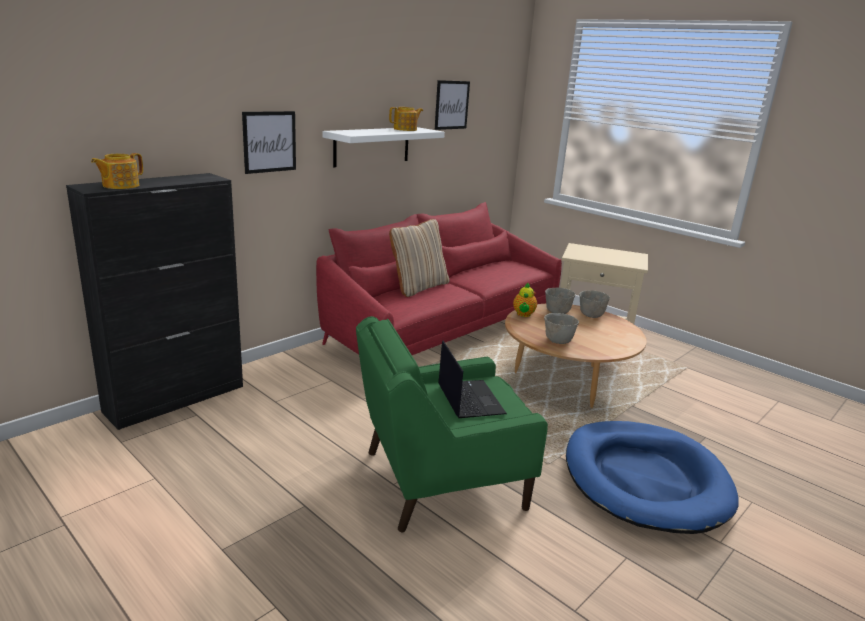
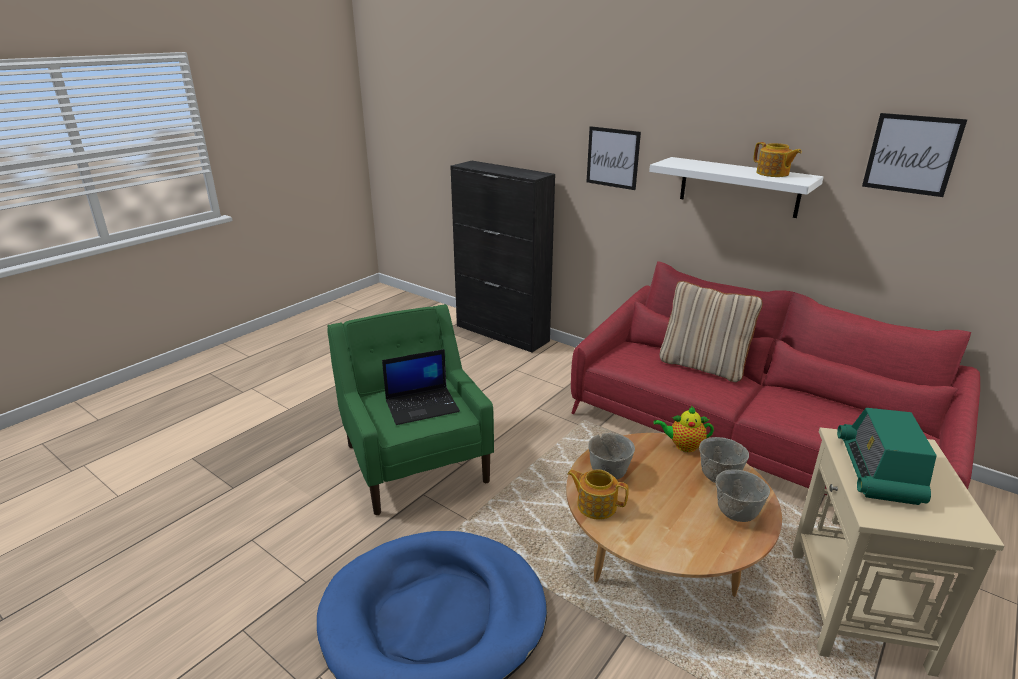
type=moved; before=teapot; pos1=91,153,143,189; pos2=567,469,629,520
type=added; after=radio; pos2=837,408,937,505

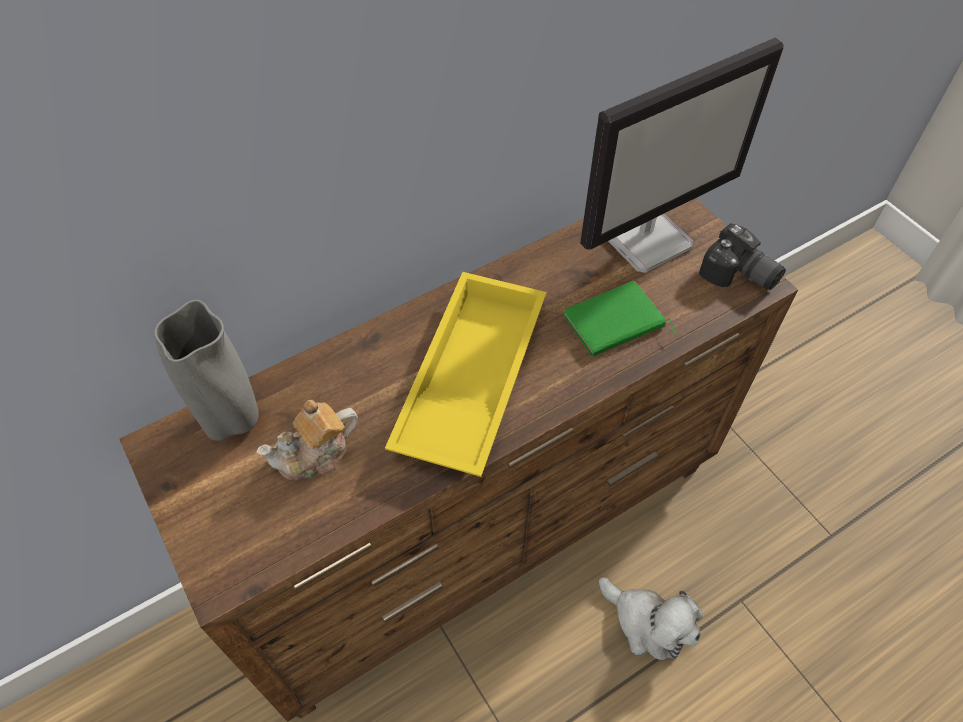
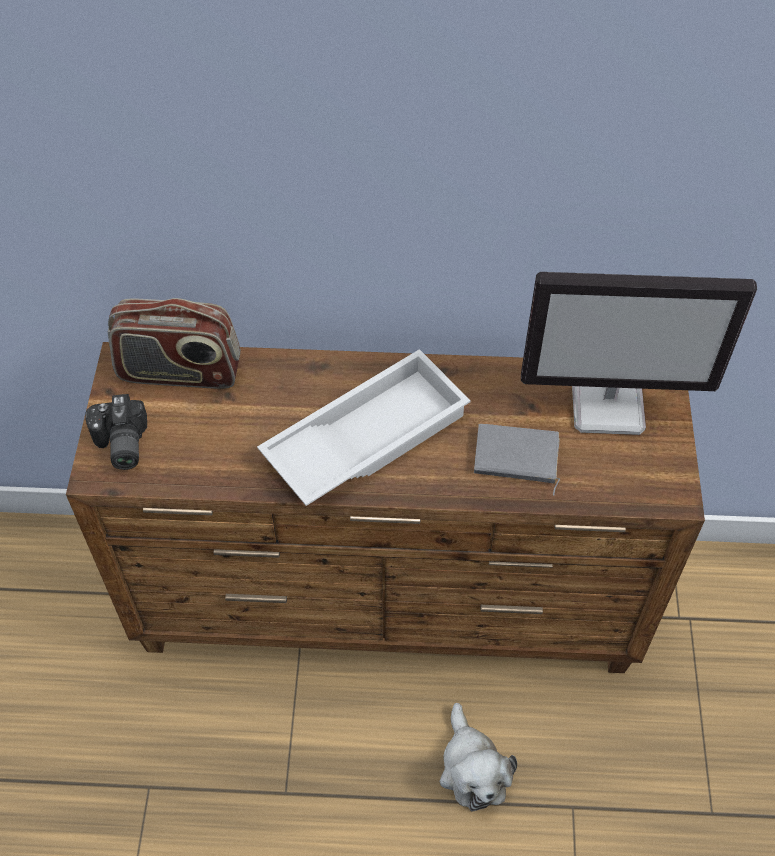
type=moved; before=photo camera; pos1=699,223,786,290; pos2=86,394,147,470
type=replaced; before=vase in grey; after=radio; pos1=154,300,259,441; pos2=108,298,241,389
type=recoloured; before=tray in yellow; after=tray in white; pos1=385,272,546,477; pos2=257,349,471,506
type=recoloured; before=book in green; after=book in grey; pos1=563,281,677,357; pos2=474,424,560,496
type=removed; before=teapot; pos1=256,400,358,480

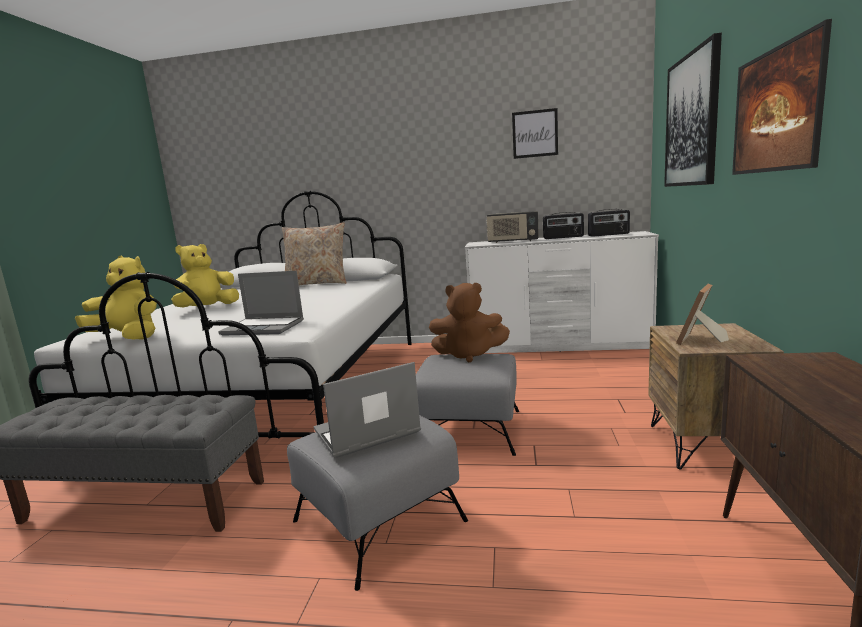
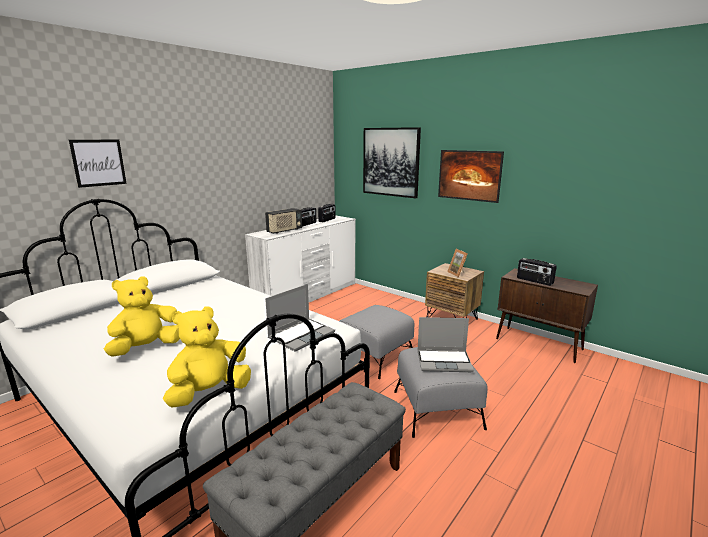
type=moved; before=picture; pos1=512,108,558,159; pos2=69,139,127,188
type=turned; before=plush toy in yellow; pos1=171,244,239,307; pos2=104,276,180,357; turn=60
type=turned; before=laptop; pos1=313,362,421,458; pos2=417,317,474,372; turn=-90
type=added; after=radio; pos2=517,258,557,286
type=removed; before=pillow in beige; pos1=282,222,347,285
type=removed; before=plush toy in brown; pos1=429,283,510,362

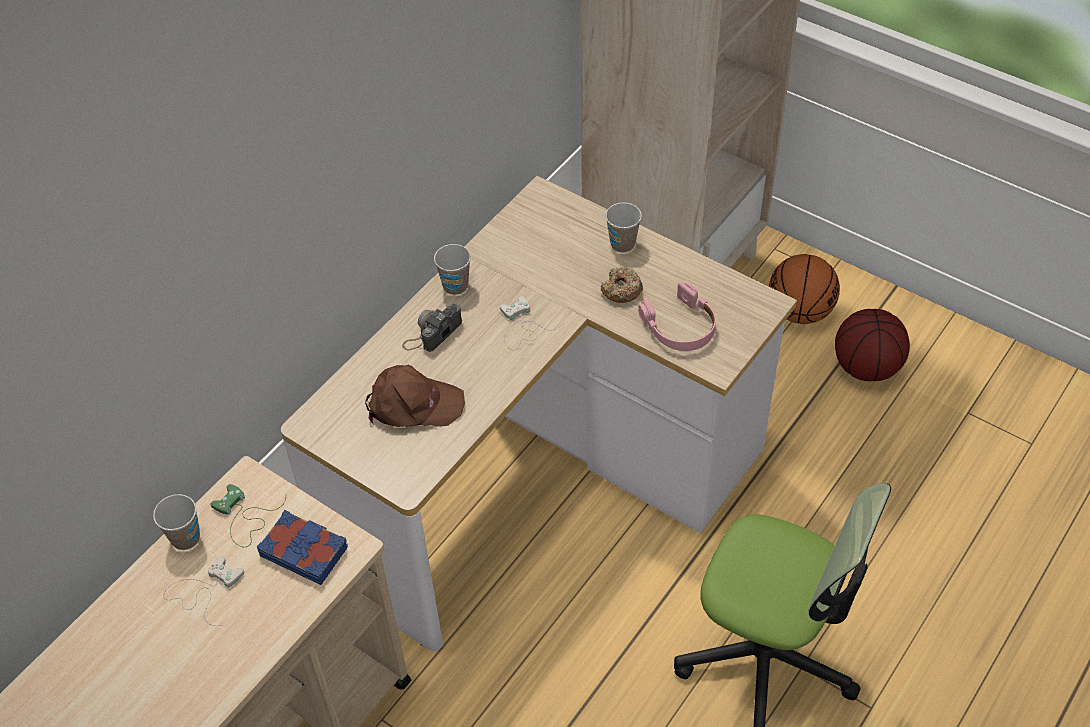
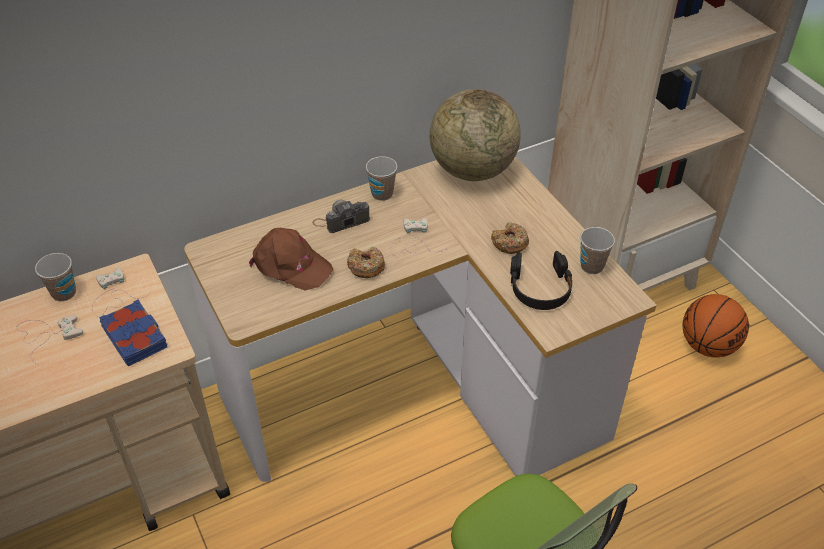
type=recoloured; before=game controller in green; after=game controller in white; pos1=210,484,286,547; pos2=92,268,152,316
type=added; after=donut; pos2=347,247,385,278
type=added; after=globe; pos2=430,89,521,181
type=recoloured; before=headphones in pink; after=headphones in black; pos1=638,282,716,351; pos2=510,251,572,310
type=moved; before=cup; pos1=605,202,642,253; pos2=580,227,615,274
type=removed; before=basketball; pos1=835,309,910,381

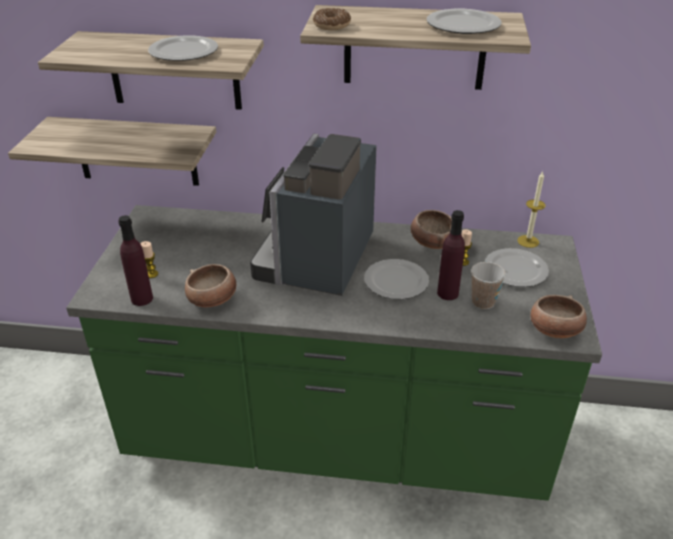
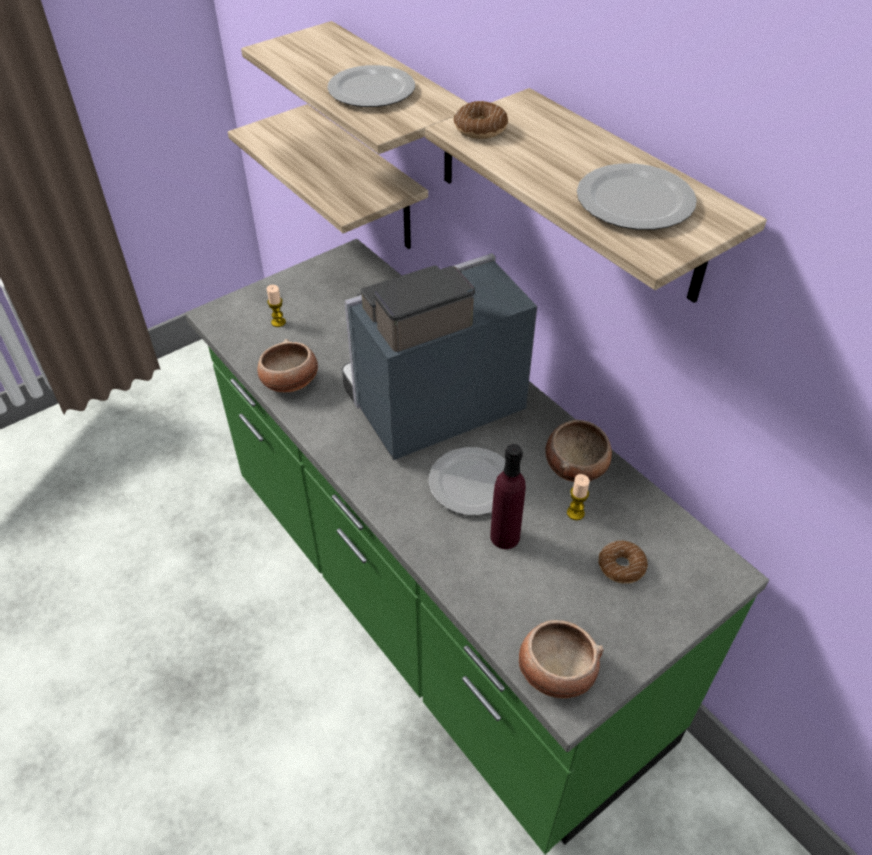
type=replaced; before=plate; after=donut; pos1=485,248,549,287; pos2=598,540,648,584
type=removed; before=bottle in purple; pos1=118,215,153,306
type=removed; before=cup; pos1=471,262,506,309
type=removed; before=candle; pos1=517,171,546,248

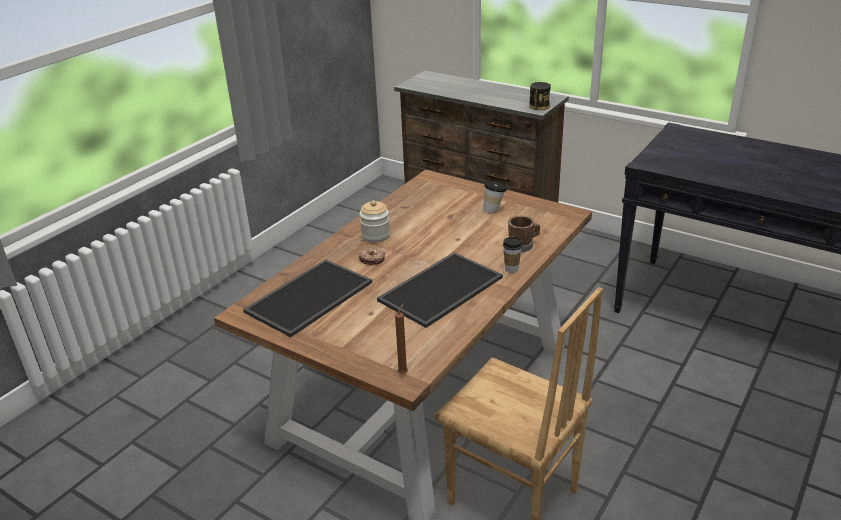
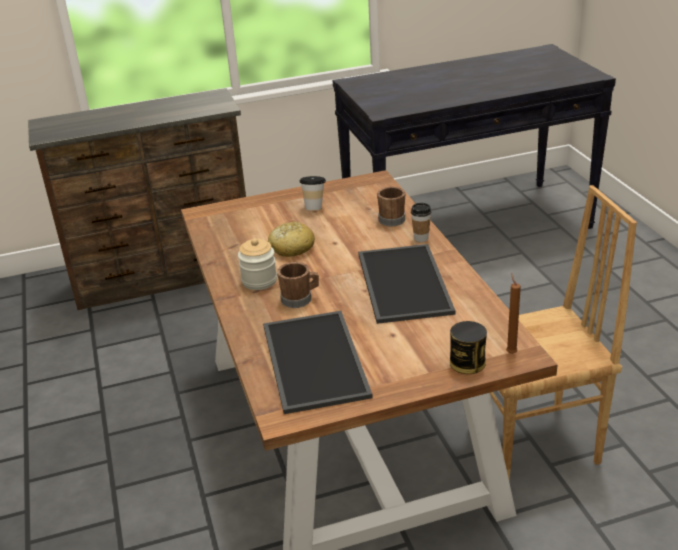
type=added; after=bread; pos2=268,222,315,257
type=replaced; before=donut; after=mug in brown; pos1=358,248,385,265; pos2=277,262,319,308
type=moved; before=can; pos1=530,82,551,110; pos2=450,321,487,374

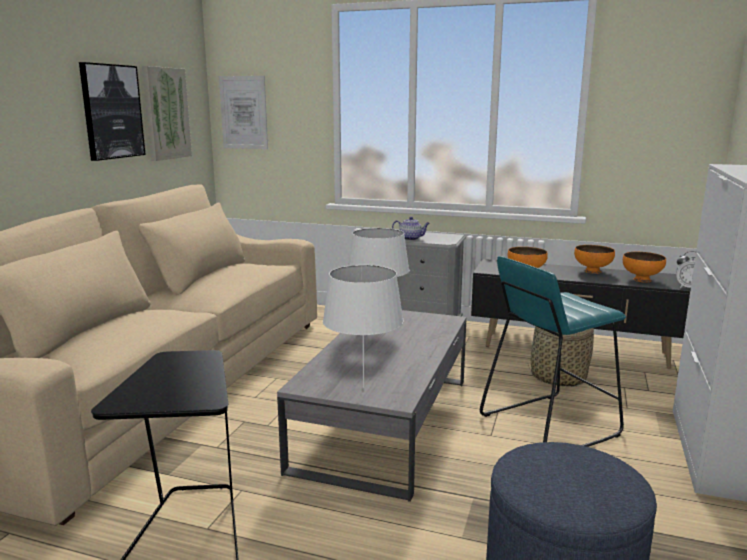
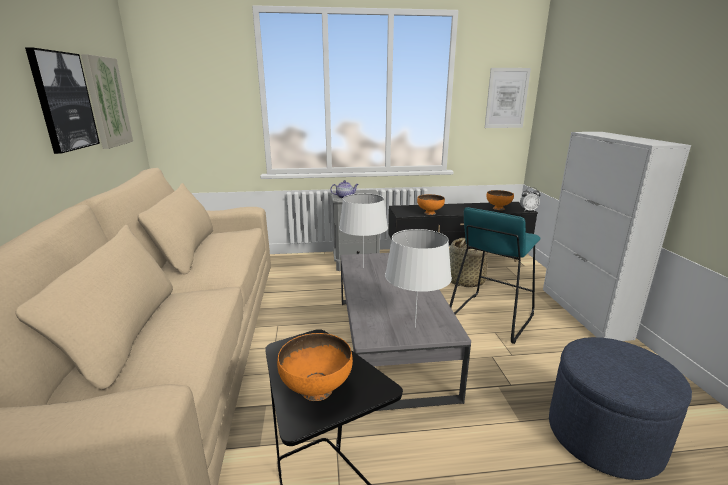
type=moved; before=bowl in orange; pos1=574,245,615,274; pos2=277,333,353,401
type=moved; before=picture; pos1=219,76,268,149; pos2=485,68,531,128

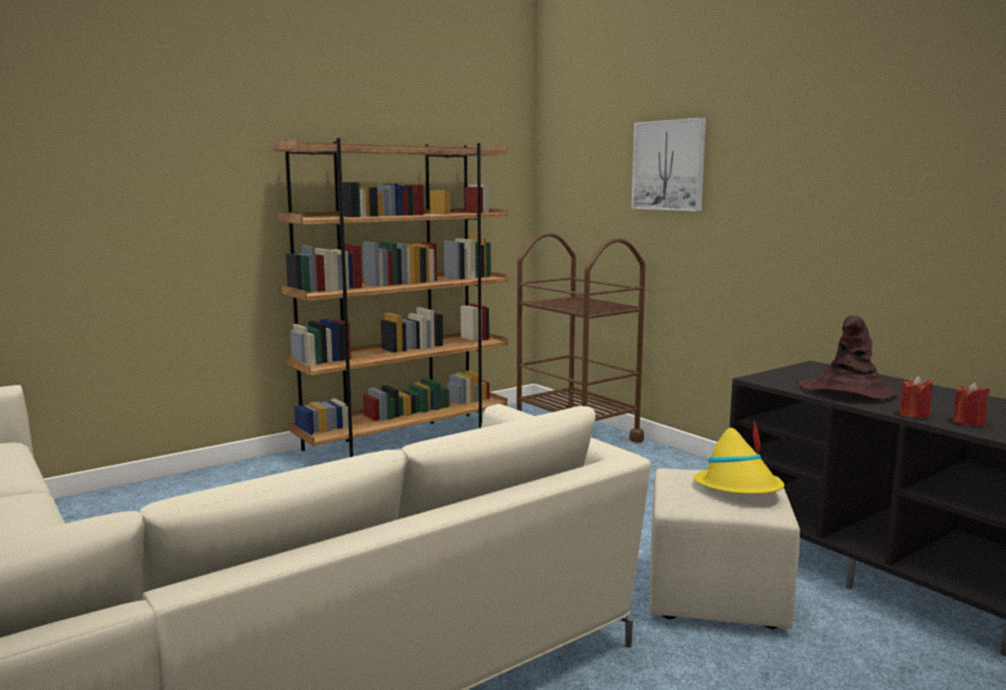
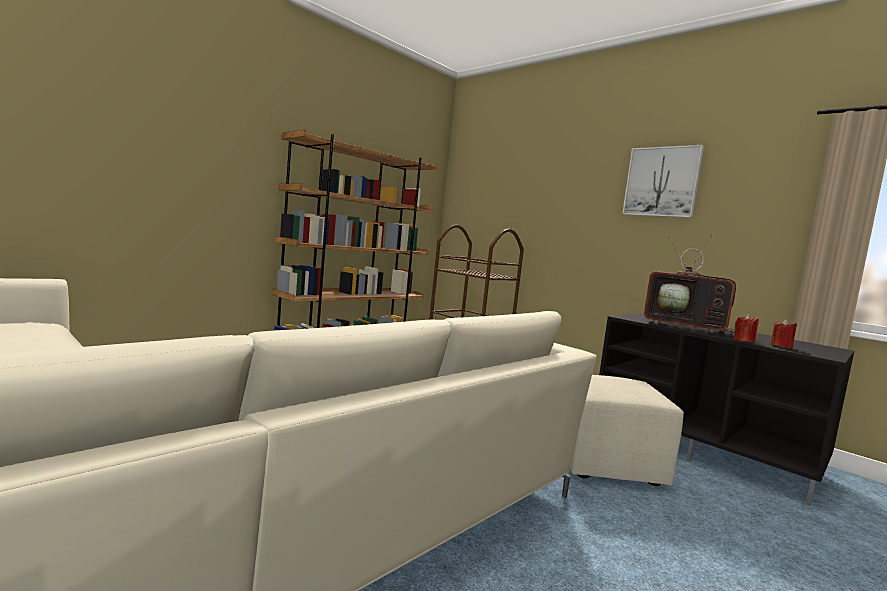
type=moved; before=picture; pos1=631,117,706,211; pos2=622,145,704,218
type=replaced; before=hat in brown; after=television; pos1=799,315,899,399; pos2=644,231,736,334
type=removed; before=hat in yellow; pos1=693,420,784,494

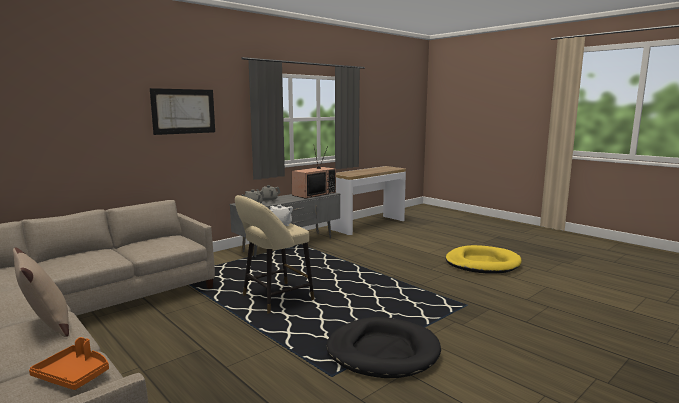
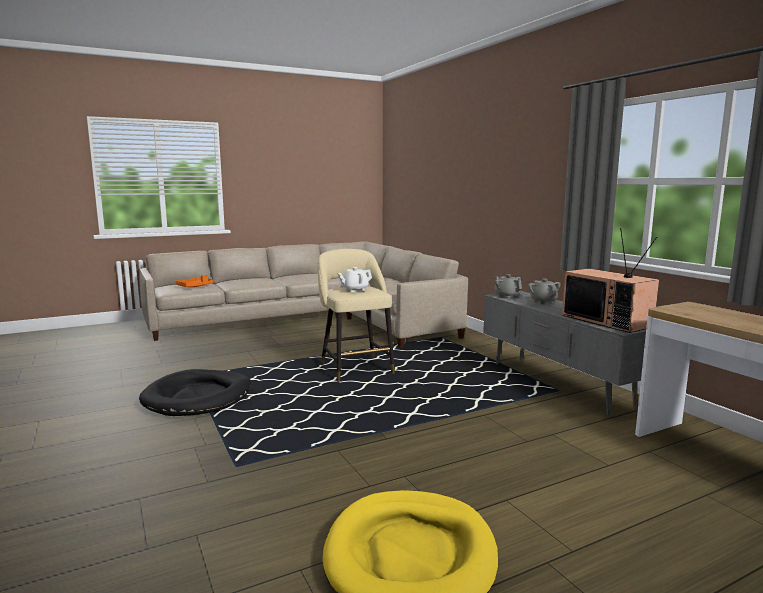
type=removed; before=pillow in beige; pos1=13,247,69,337
type=removed; before=picture; pos1=150,88,215,135

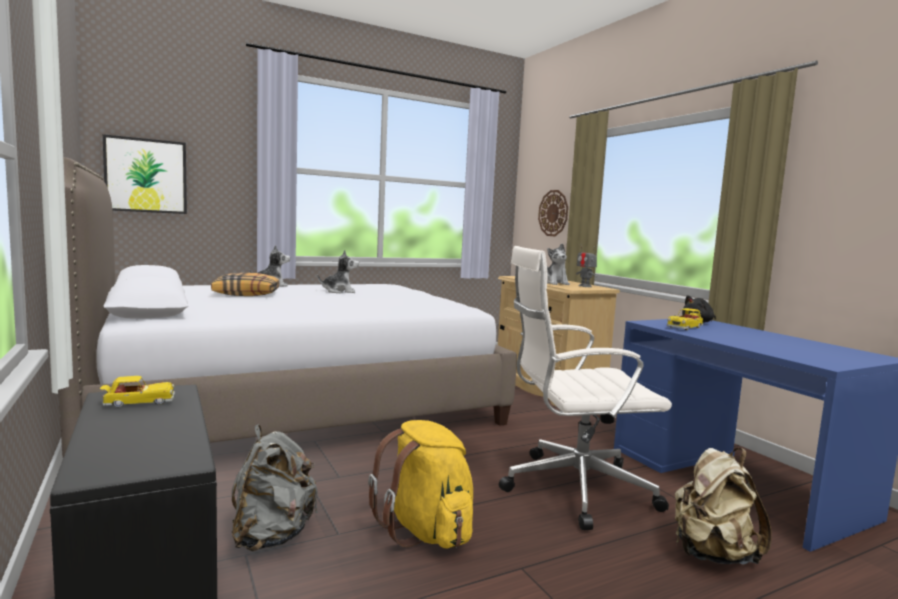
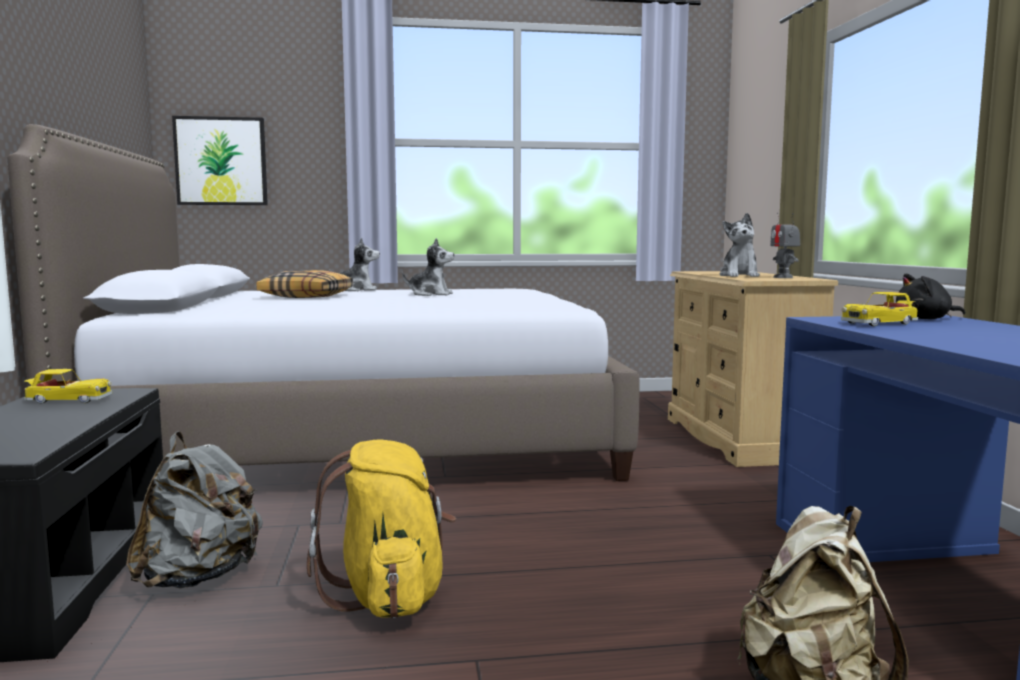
type=removed; before=office chair in white; pos1=499,246,672,530
type=removed; before=wall clock; pos1=538,190,568,236

